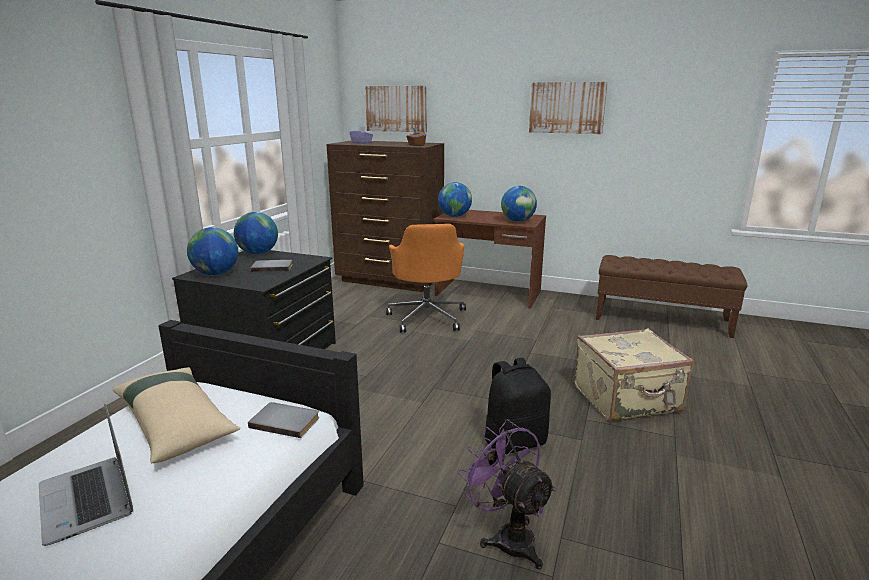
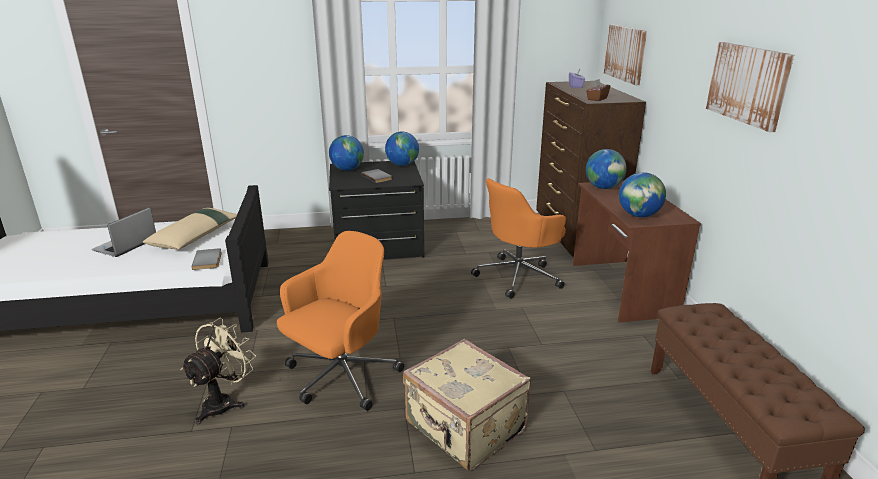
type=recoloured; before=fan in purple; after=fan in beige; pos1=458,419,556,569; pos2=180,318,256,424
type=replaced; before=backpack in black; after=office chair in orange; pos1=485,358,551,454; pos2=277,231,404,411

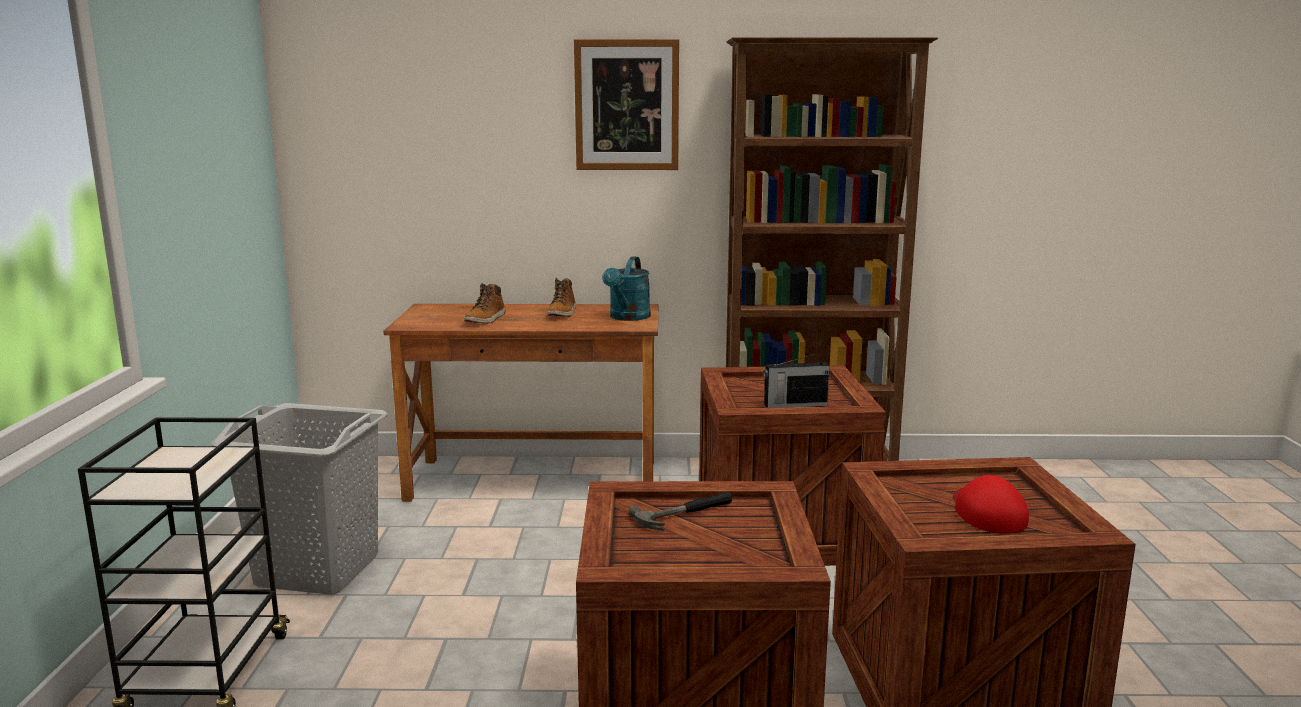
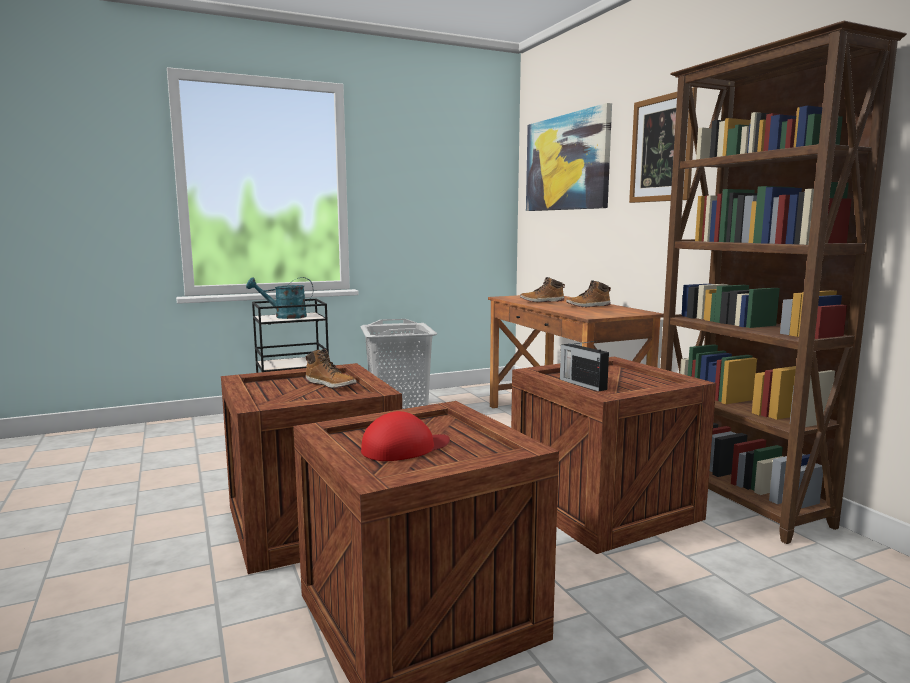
type=moved; before=watering can in turquoise; pos1=602,256,651,321; pos2=246,277,313,319
type=replaced; before=hammer; after=boot; pos1=628,492,732,531; pos2=306,349,357,388
type=added; after=picture; pos2=526,103,612,211

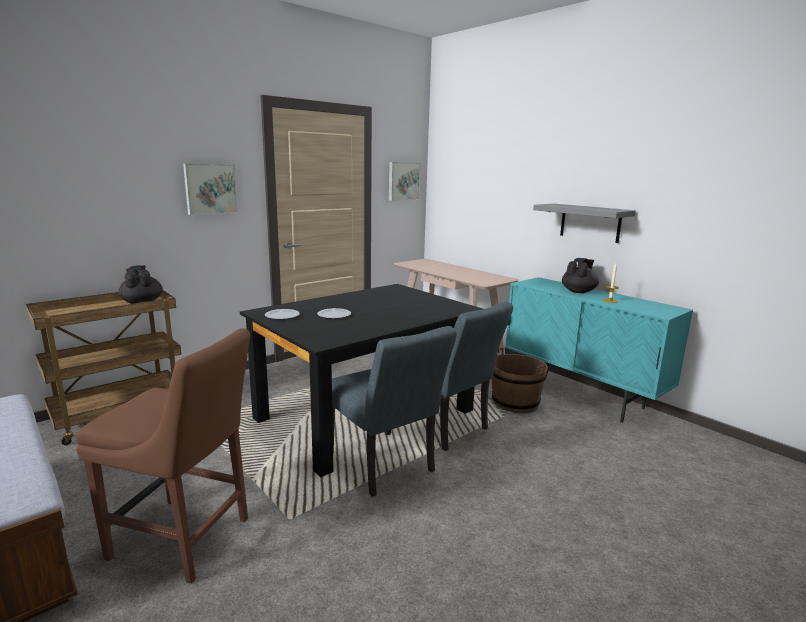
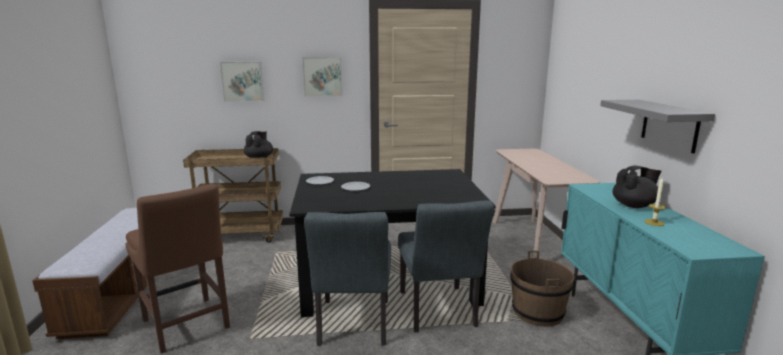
type=moved; before=picture; pos1=389,162,420,201; pos2=220,62,264,102

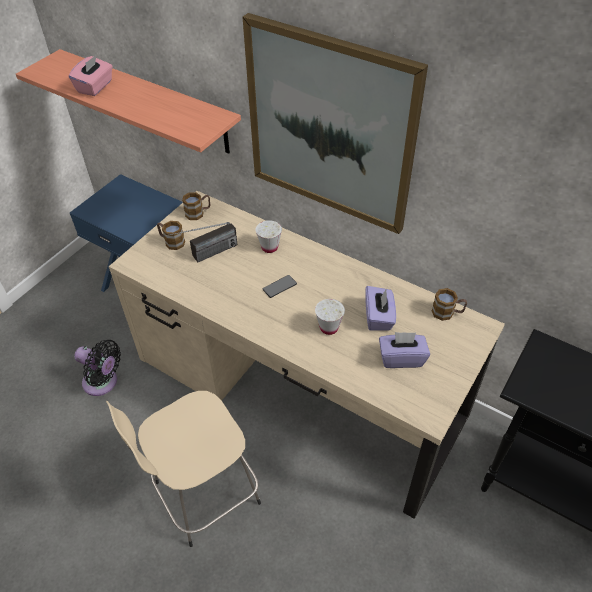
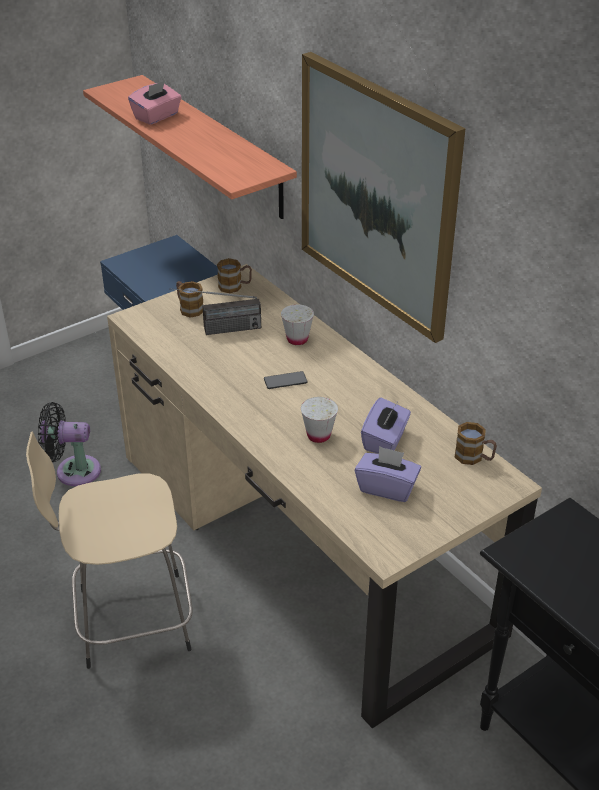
type=turned; before=fan in black; pos1=74,340,121,396; pos2=38,402,101,486; turn=135

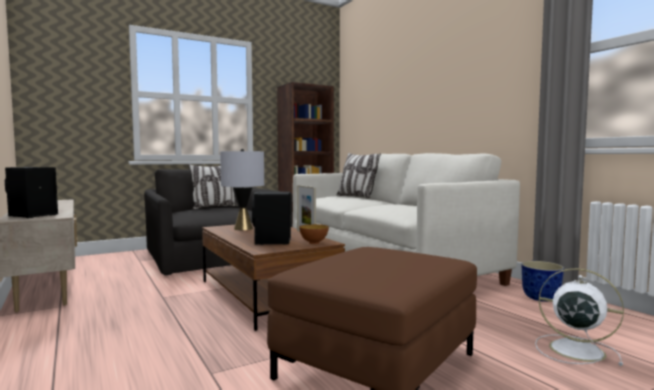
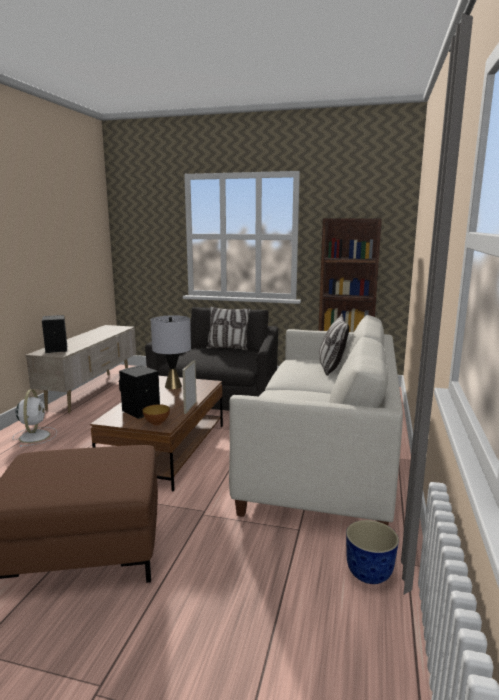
type=moved; before=fan in white; pos1=535,268,624,366; pos2=13,389,57,447

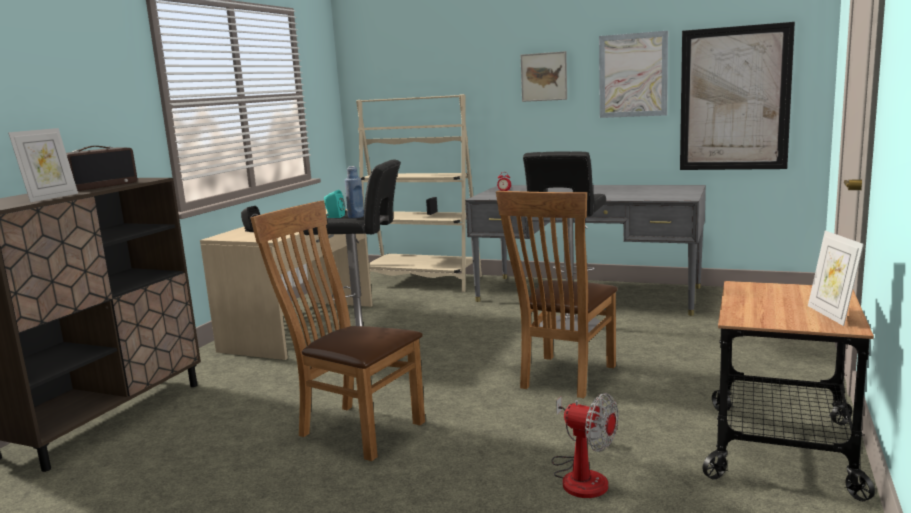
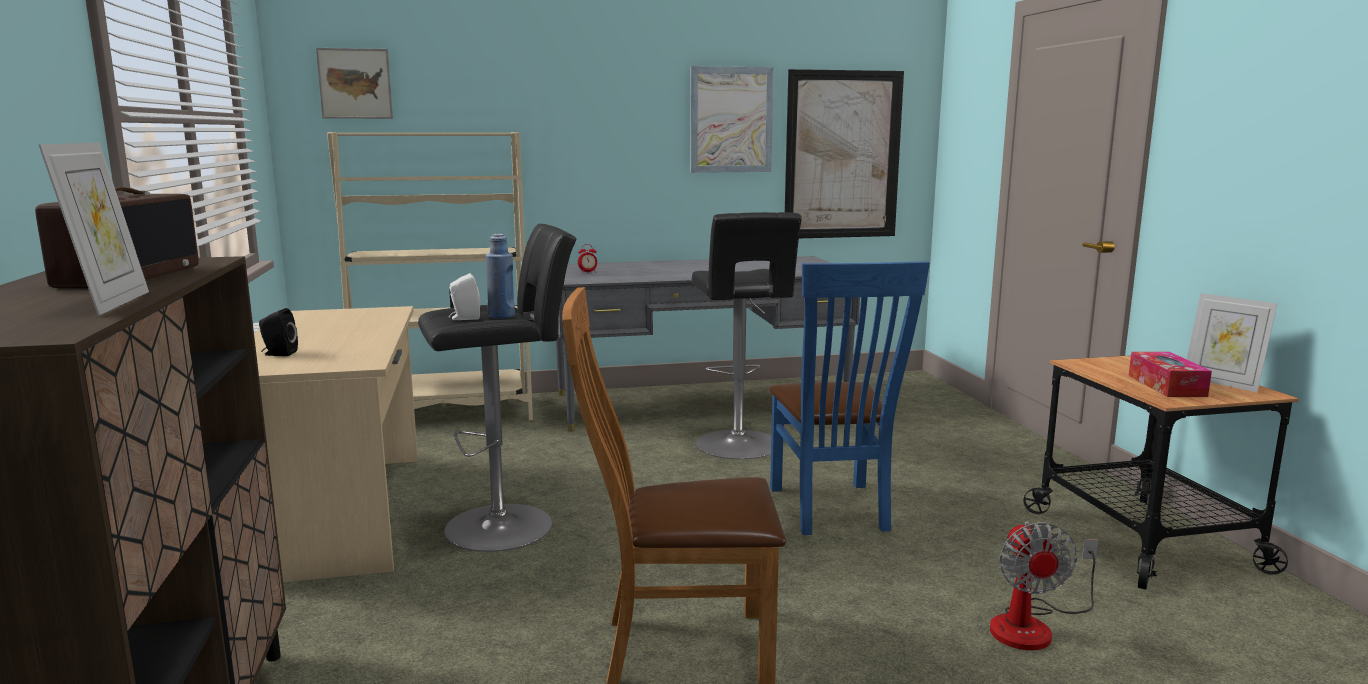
type=moved; before=picture; pos1=520,51,567,102; pos2=316,48,393,119
type=recoloured; before=speaker in turquoise; after=speaker in white; pos1=324,190,345,218; pos2=449,273,480,320
type=recoloured; before=chair in brown; after=chair in blue; pos1=496,191,618,398; pos2=769,261,930,535
type=turned; before=fan; pos1=552,393,618,498; pos2=990,521,1099,650; turn=90
type=added; after=tissue box; pos2=1129,352,1212,397

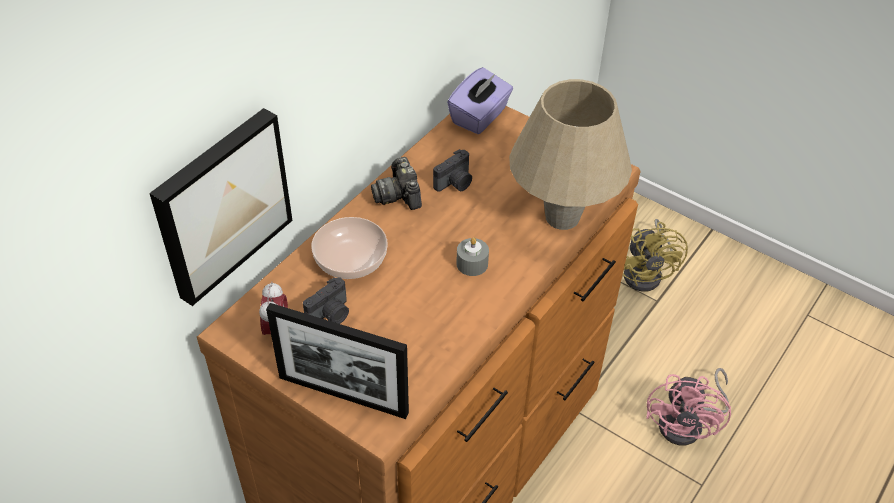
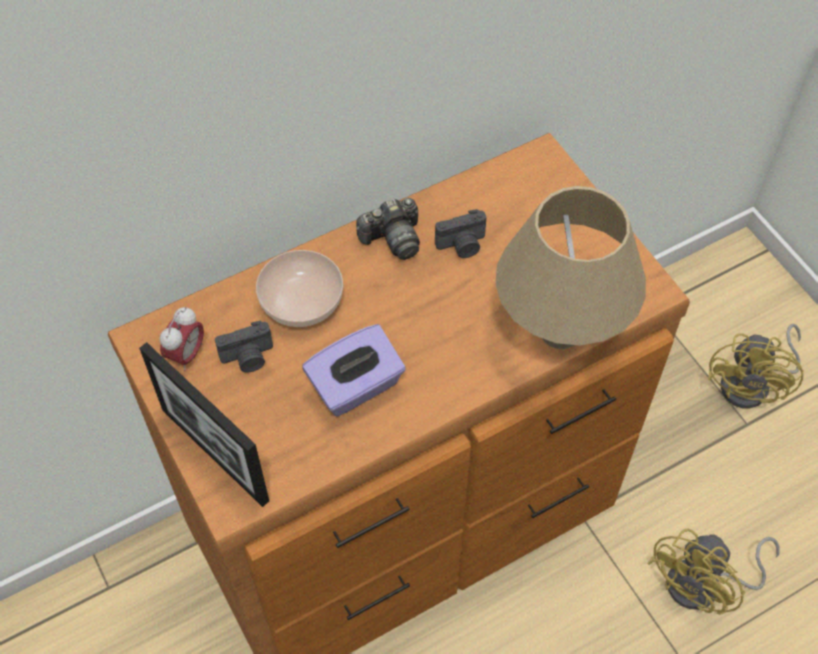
type=moved; before=tissue box in purple; pos1=447,67,513,134; pos2=302,324,405,417
type=turned; before=photo camera; pos1=371,157,422,210; pos2=356,198,420,260; turn=-120
type=recoloured; before=fan in pink; after=fan in yellow; pos1=646,368,731,446; pos2=647,529,780,614
type=removed; before=picture; pos1=149,108,293,306
type=removed; before=candle in grey; pos1=456,237,489,276

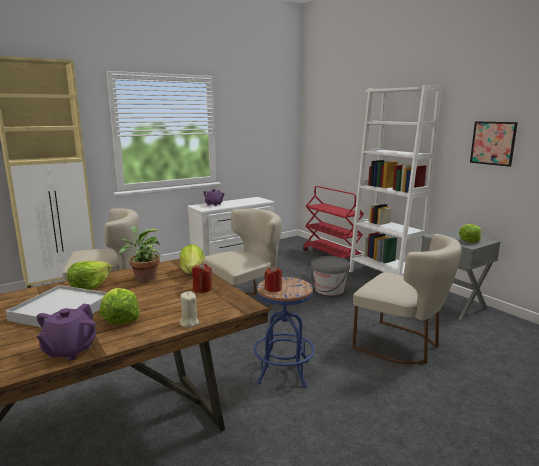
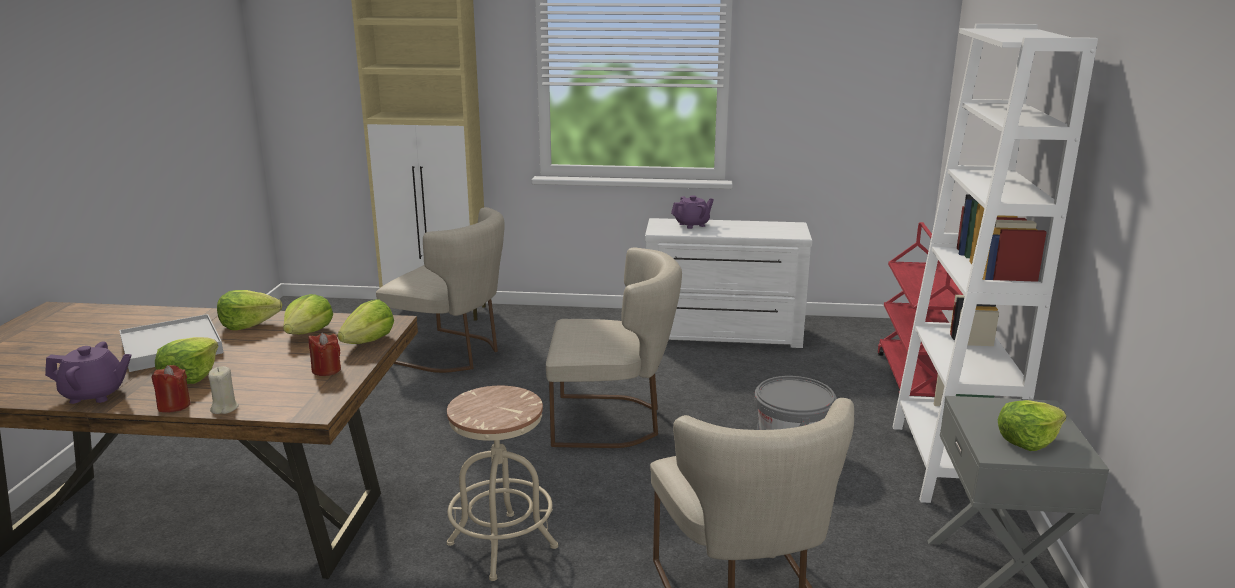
type=turned; before=teapot in purple; pos1=37,304,96,361; pos2=45,341,132,404; turn=-150
type=moved; before=candle in red; pos1=264,266,282,292; pos2=152,365,191,413
type=replaced; before=potted plant; after=lettuce; pos1=119,226,162,283; pos2=283,294,333,334
type=recoloured; before=stool in blue; after=stool in beige; pos1=254,277,315,388; pos2=447,386,558,581
type=removed; before=picture; pos1=470,121,518,167

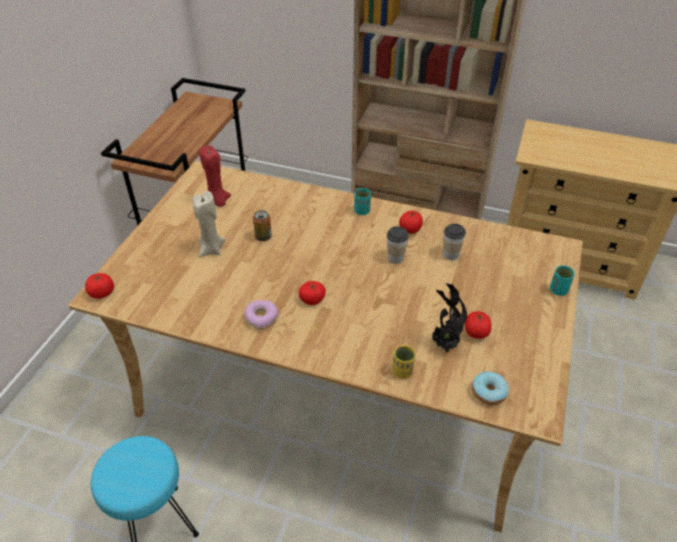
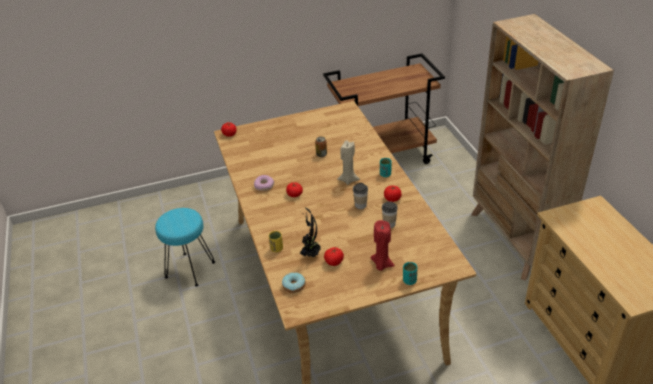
type=moved; before=candle in beige; pos1=193,191,226,257; pos2=337,140,360,185
type=moved; before=candle in red; pos1=199,146,231,207; pos2=370,220,395,271

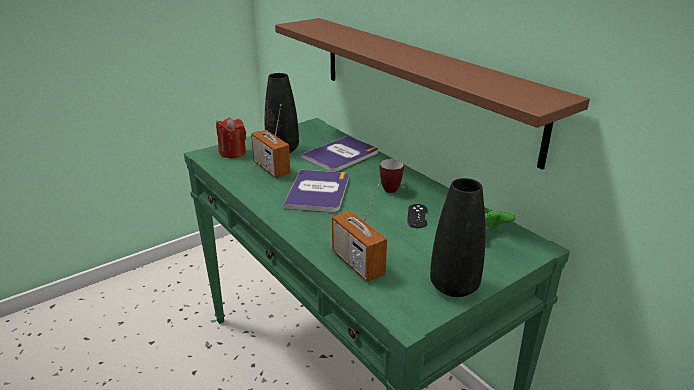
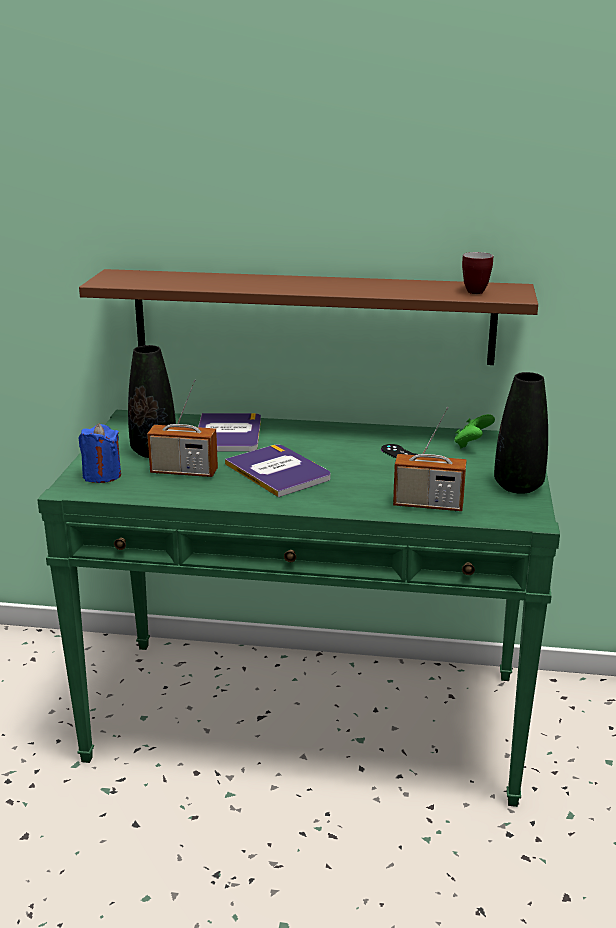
type=recoloured; before=candle in red; after=candle in blue; pos1=216,117,246,158; pos2=78,424,121,483
type=moved; before=mug; pos1=379,159,404,193; pos2=462,252,493,294

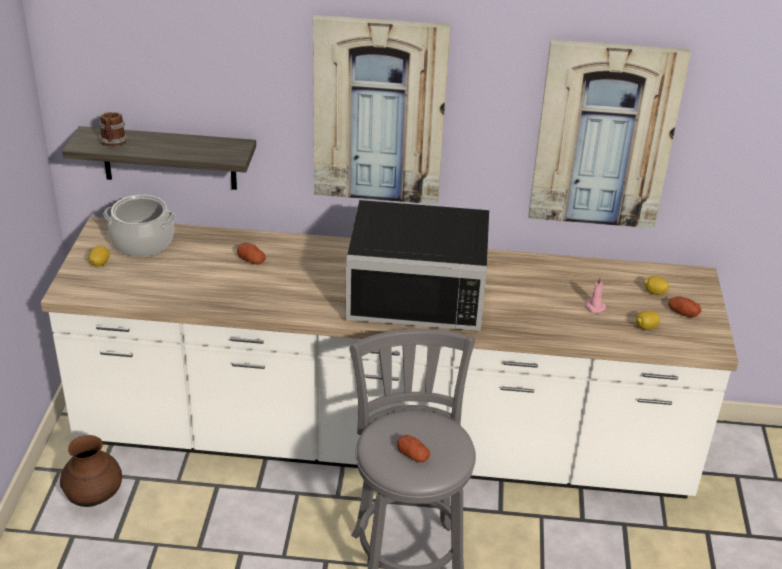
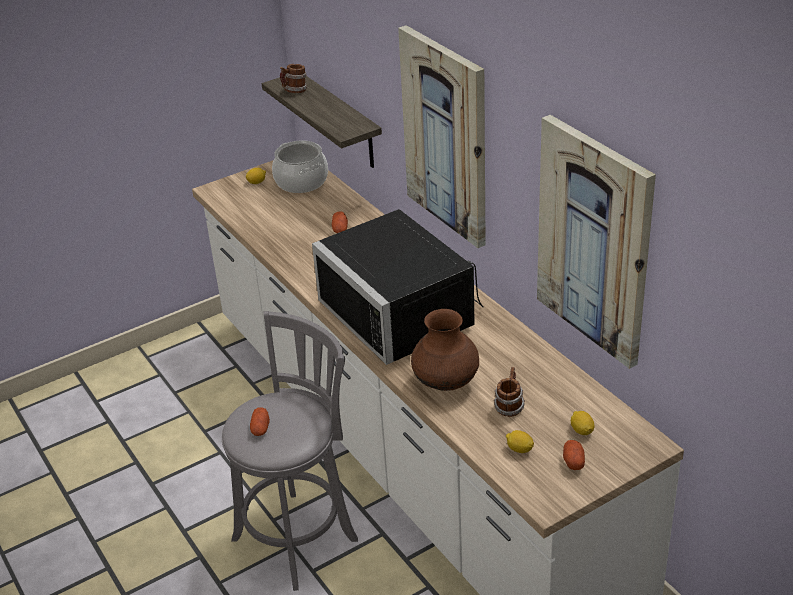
type=moved; before=vase in brown; pos1=60,435,122,507; pos2=411,309,479,391
type=replaced; before=candle in pink; after=mug; pos1=585,277,606,313; pos2=494,367,525,417

